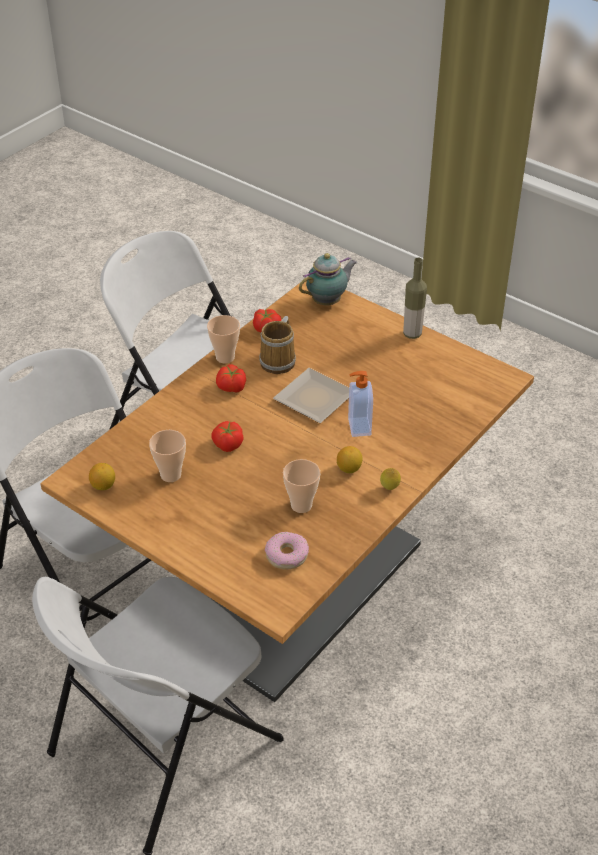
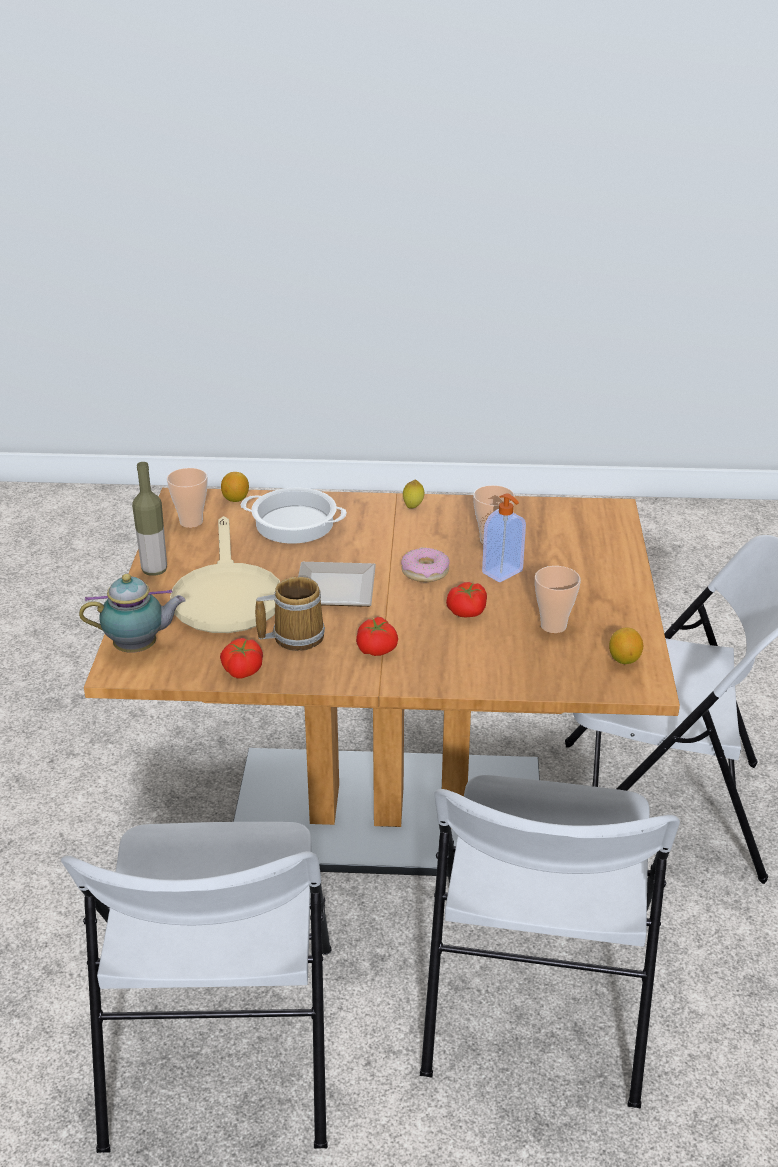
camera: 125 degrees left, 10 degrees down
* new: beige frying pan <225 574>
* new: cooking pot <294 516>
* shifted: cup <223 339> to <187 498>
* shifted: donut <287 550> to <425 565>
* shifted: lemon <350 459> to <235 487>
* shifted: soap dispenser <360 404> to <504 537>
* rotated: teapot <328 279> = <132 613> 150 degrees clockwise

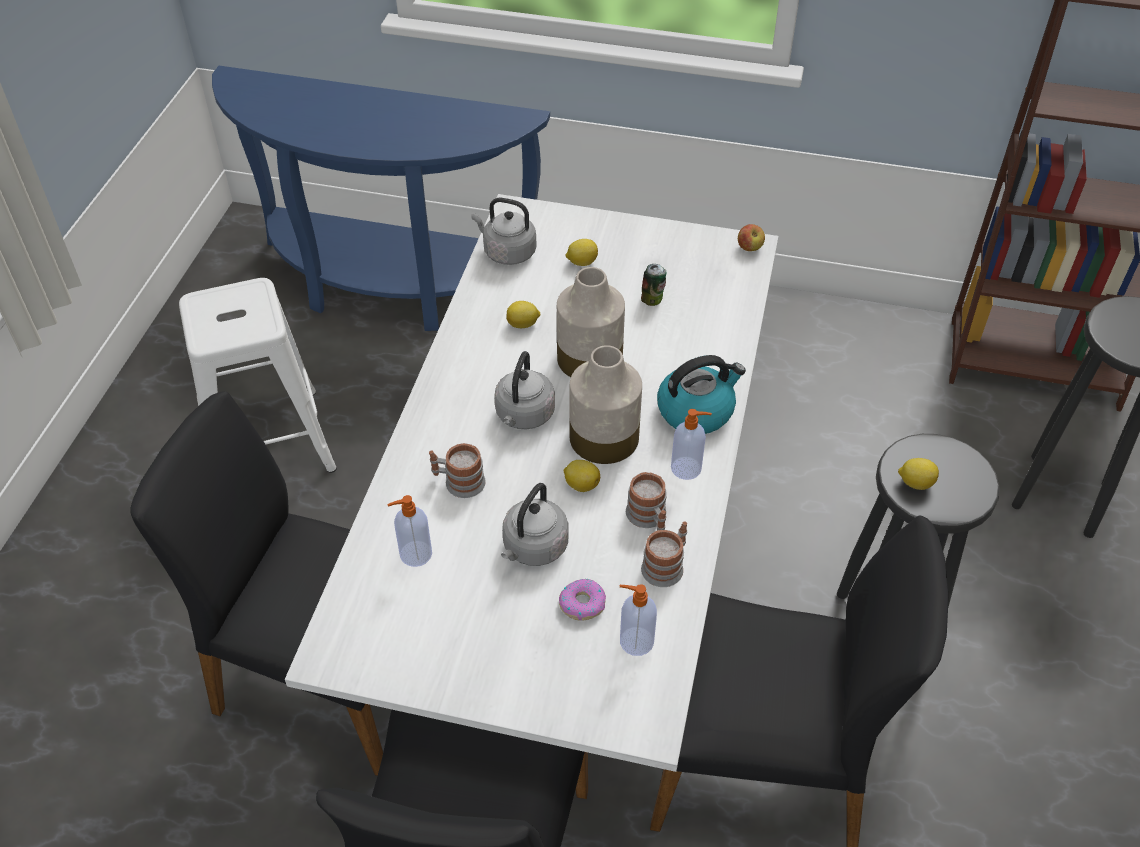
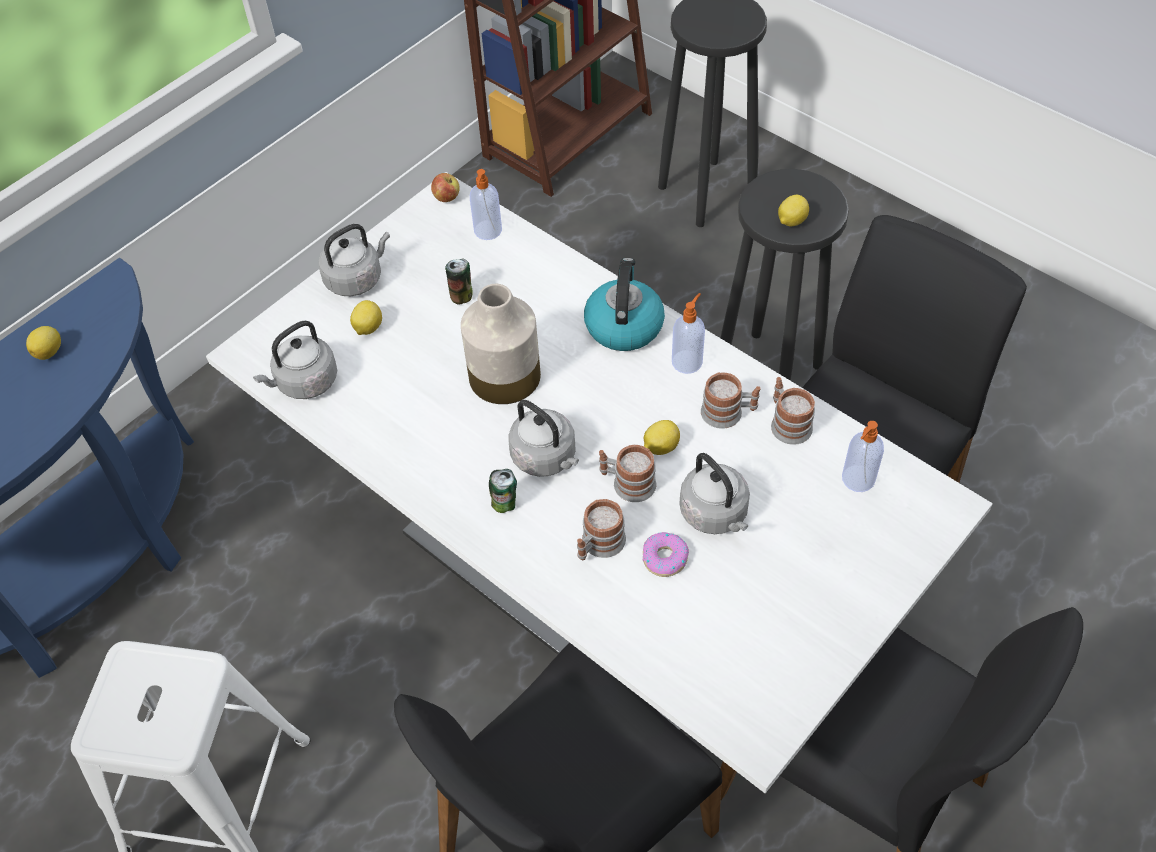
camera: 60 degrees left, 5 degrees up
* gone: beige vase <606 404>
* new: grey kettle <354 260>
* new: can <503 491>
* new: mug <627 473>
* shifted: soap dispenser <409 531> to <486 204>
* shifted: lemon <523 314> to <43 343>
* shifted: donut <582 600> to <666 554>

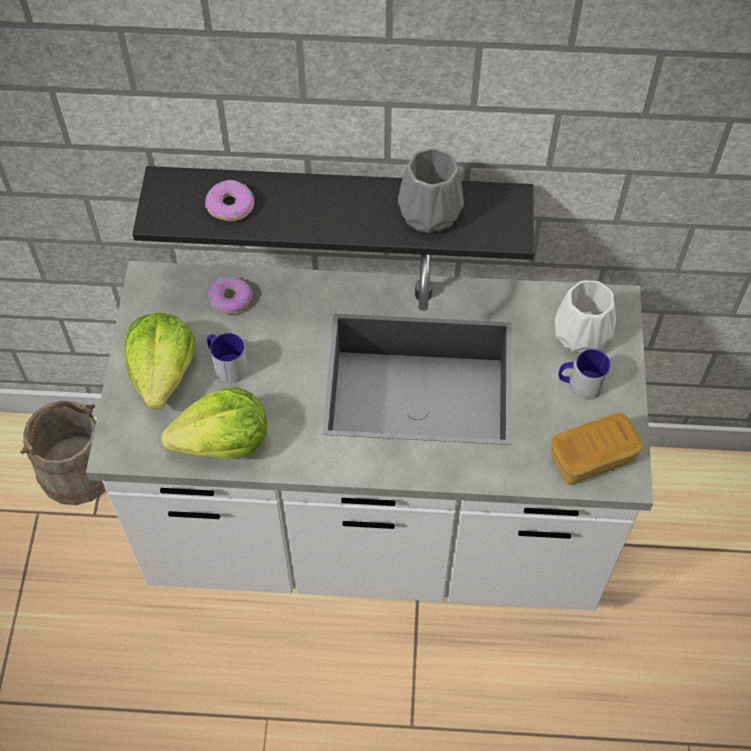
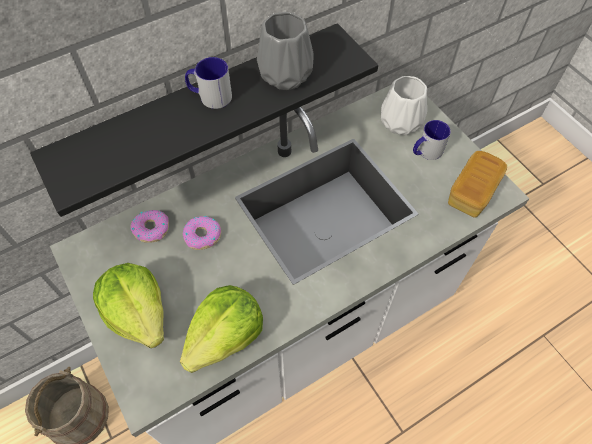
camera: 35 degrees left, 0 degrees up
* shifted: donut <229 200> to <202 233>
* shifted: mug <227 358> to <208 83>

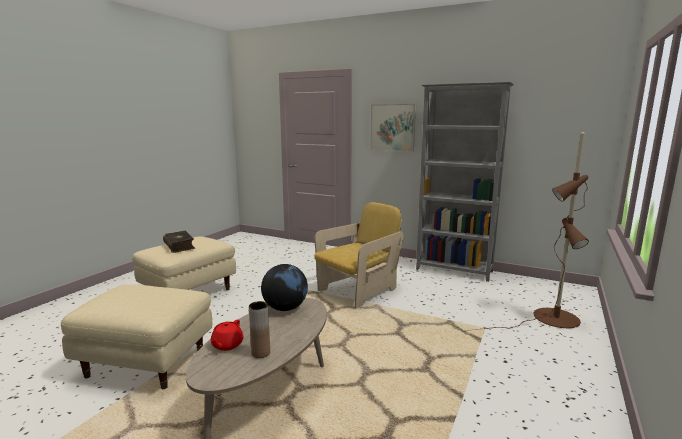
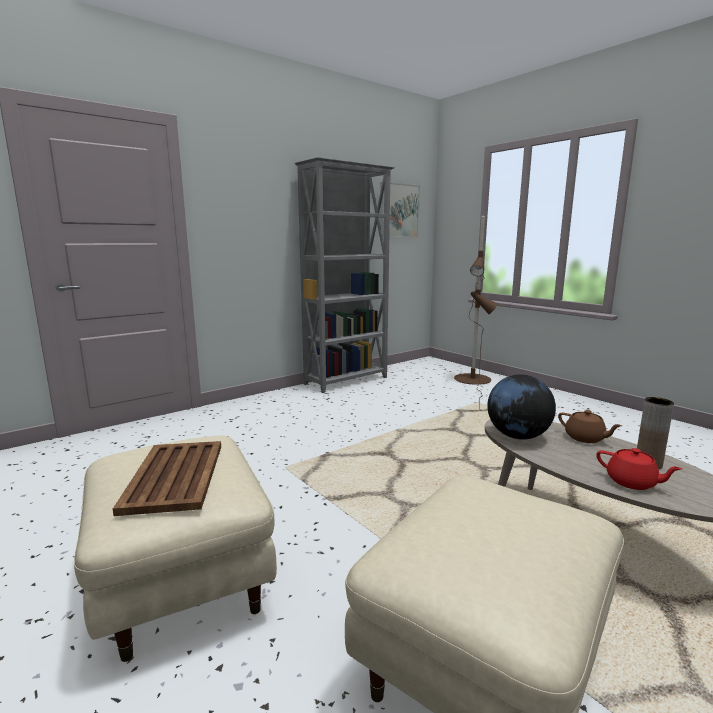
camera: 65 degrees left, 0 degrees up
* gone: yellow armchair <359 255>
* new: brown teapot <590 426>
* shifted: picture <393 128> to <400 209>
* swapped: book <179 242> to brown tray <167 478>

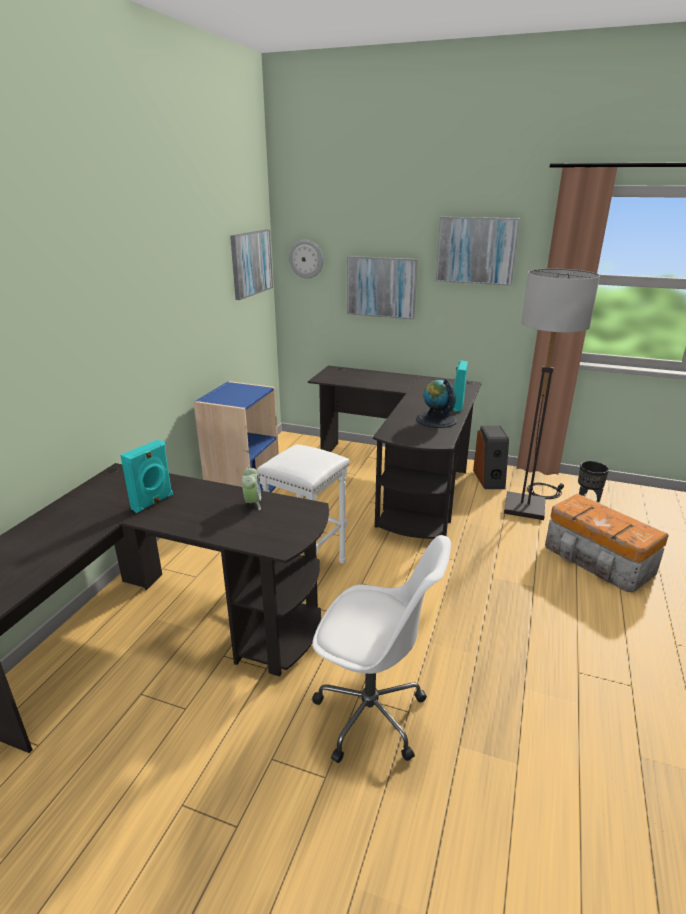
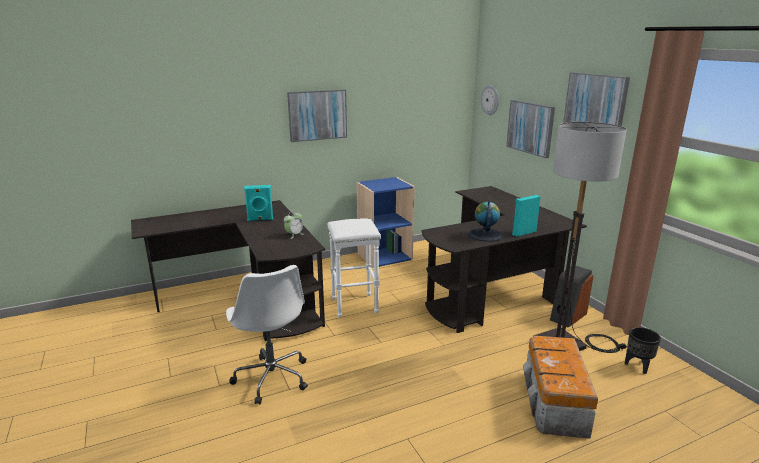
camera: 45 degrees right, 5 degrees down
* shifted: picture <251 264> to <317 116>

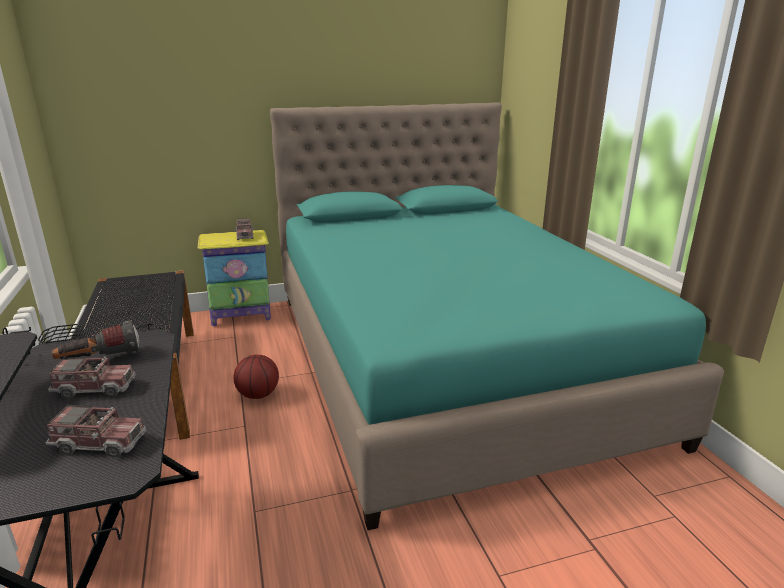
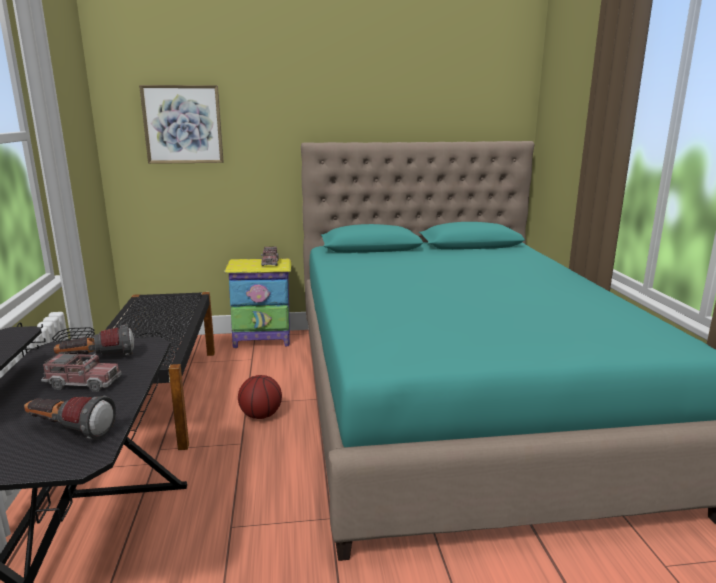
camera: 10 degrees right, 5 degrees down
* new: picture <181 124>
* swapped: toy truck <96 431> to flashlight <70 417>

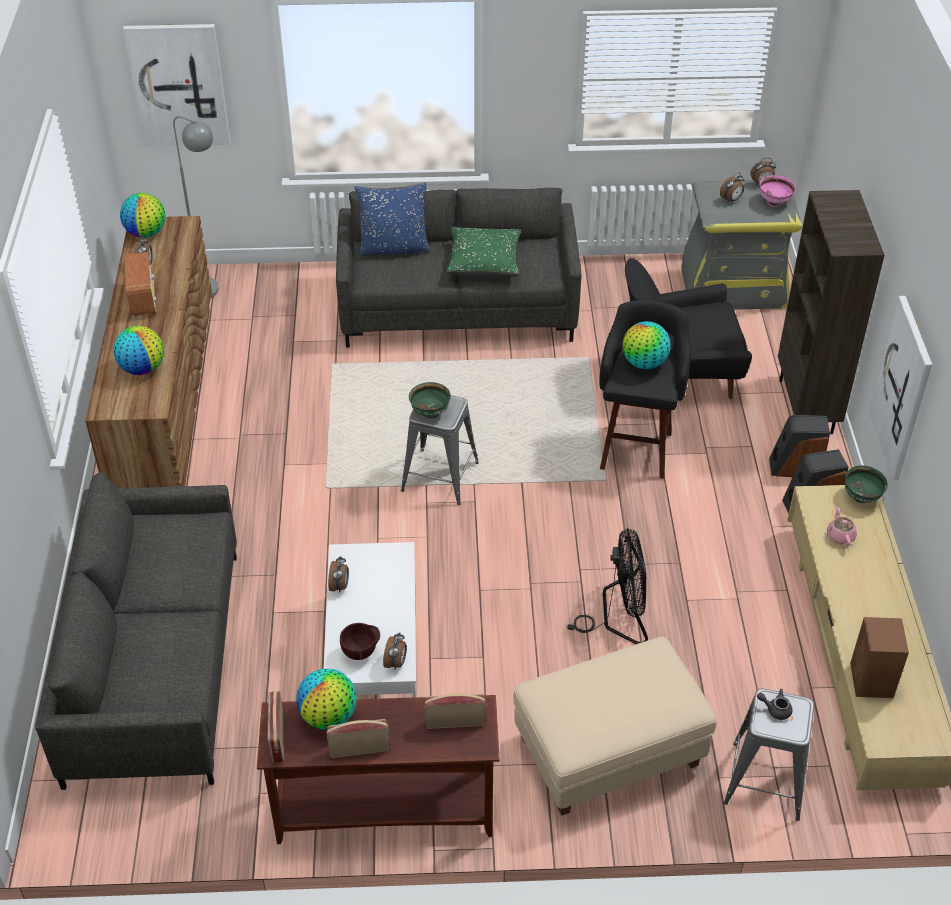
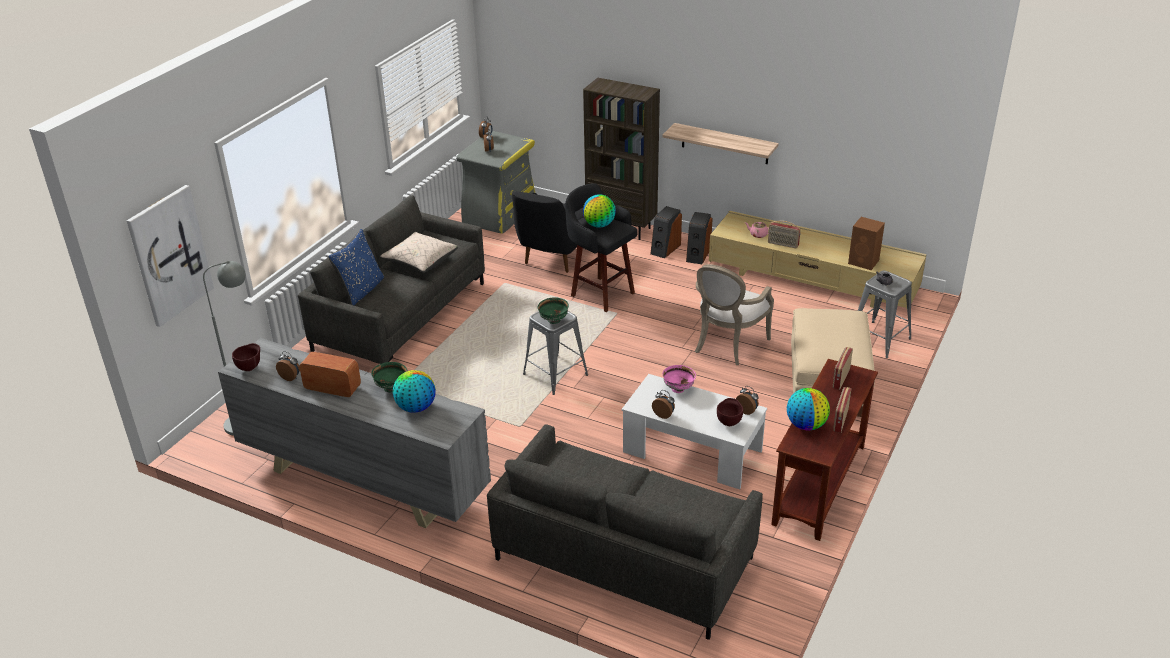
camera: 60 degrees left, 10 degrees down
* shifted: radio <276 726> to <784 234>
* shifted: pink bowl <777 191> to <679 379>
* shifted: green bowl <866 484> to <389 377>
* swapped: globe <142 215> to brown bowl <246 357>
* swapped: black fan <607 586> to armchair <734 314>
* swapped: picture <900 388> to shelf <720 143>
* repainted: brown cabinet <148 352> to grey cabinet <354 433>
* repainted: green pillow <484 252> to beige pillow <419 252>

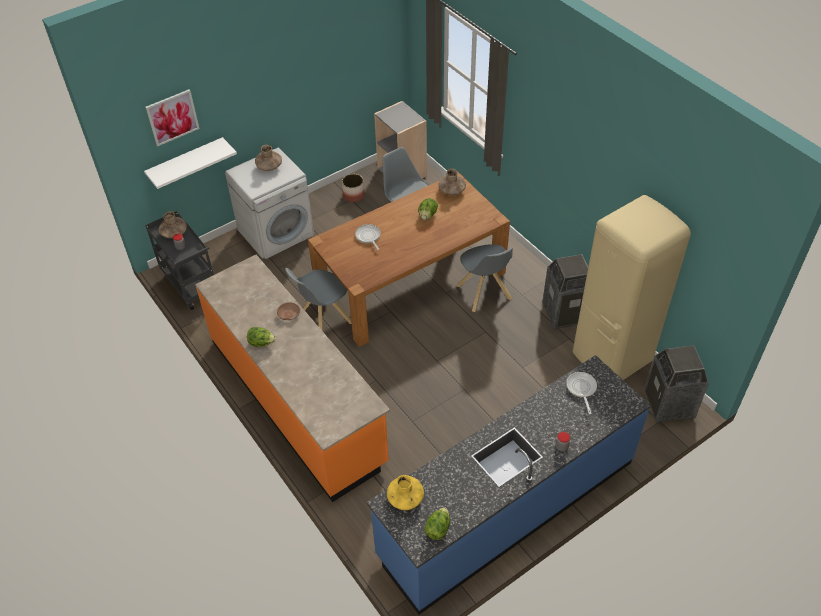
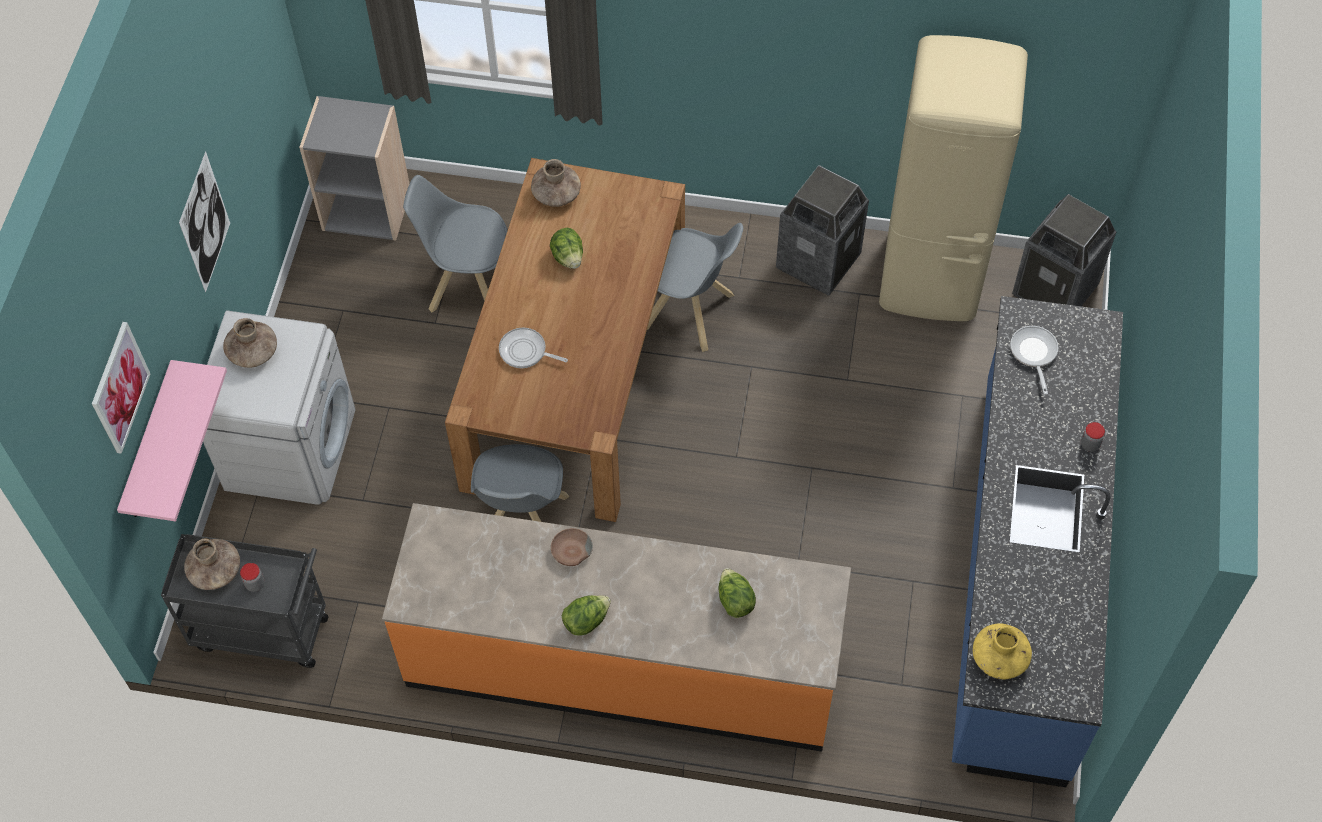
camera: 45 degrees left, 10 degrees up
* gone: planter <353 188>
* new: picture <204 221>
* shifted: lettuce <437 523> to <737 593>
* repainted: white shelf <190 163> to pink shelf <172 440>
* rotated: frying pan <581 393> = <1034 360> 45 degrees clockwise

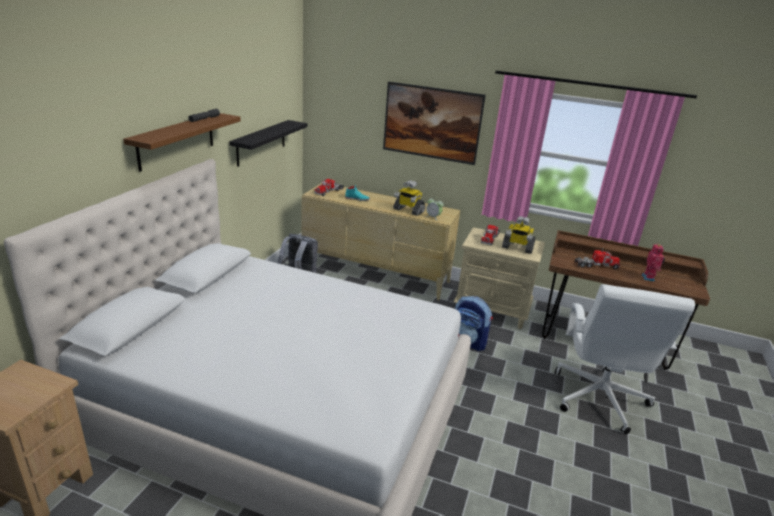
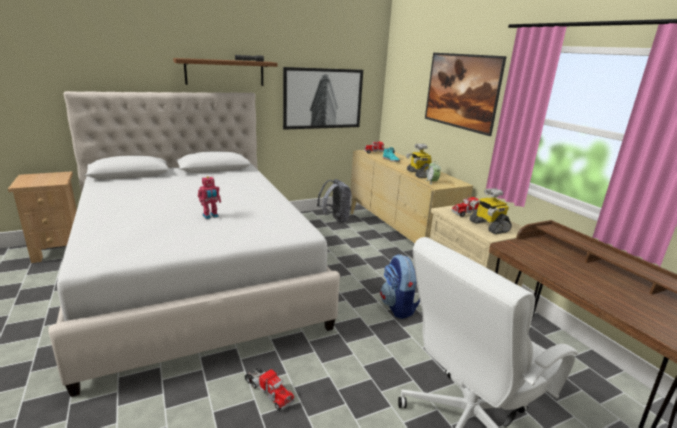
camera: 45 degrees right, 5 degrees down
* shifted: toy truck <597 258> to <270 389>
* shifted: toy robot <653 262> to <209 197>
* swapped: black shelf <268 143> to picture <323 98>

